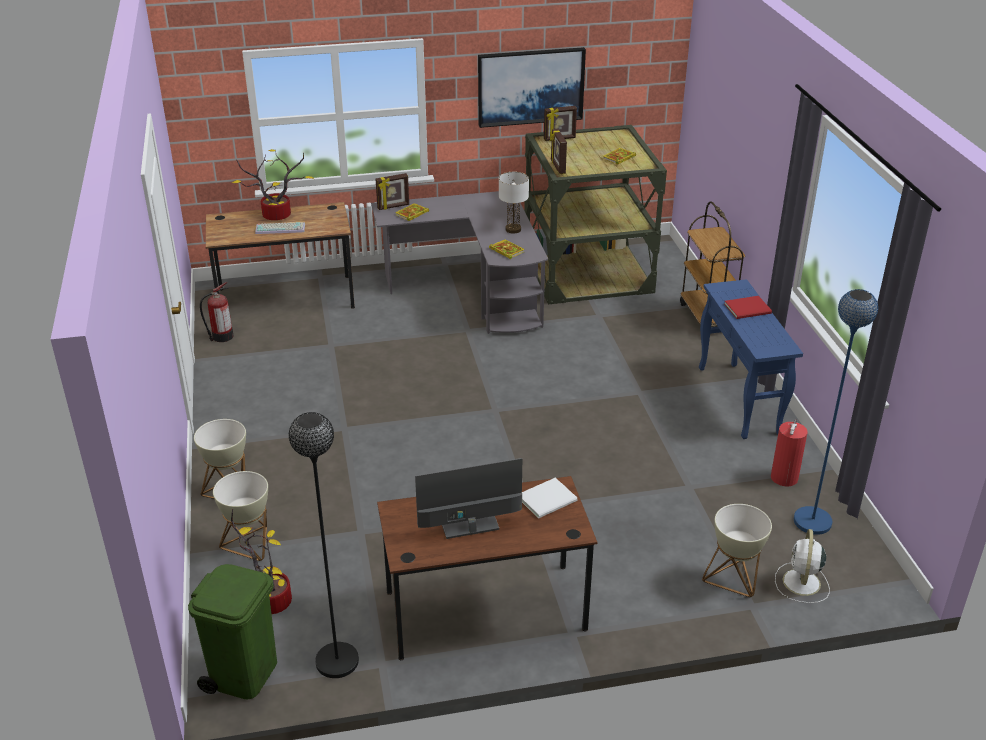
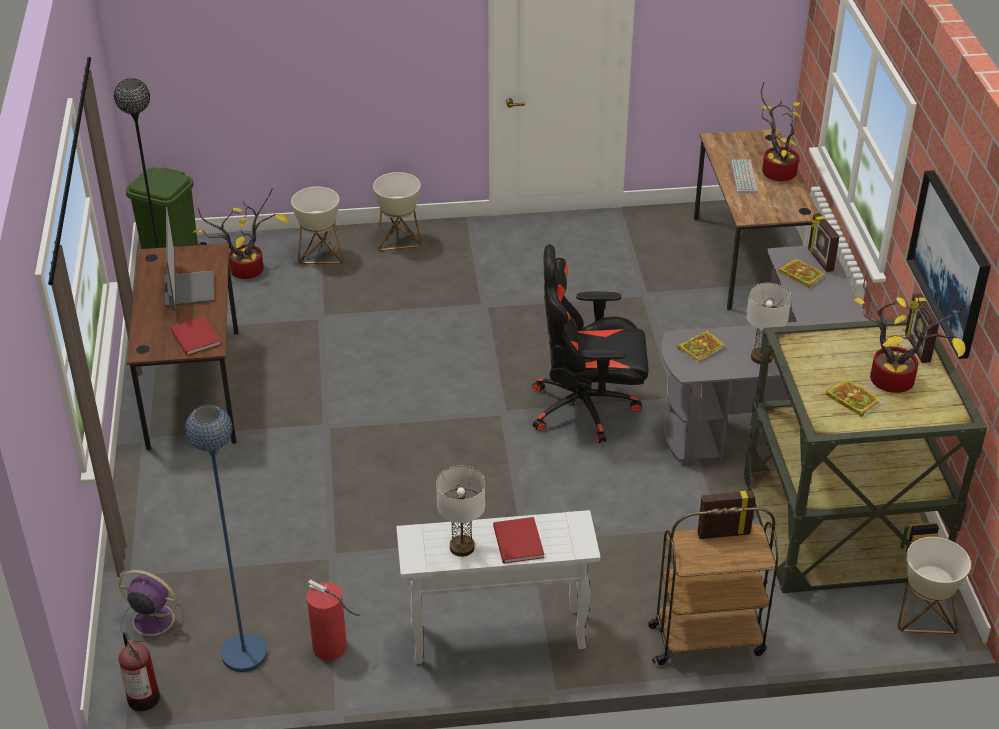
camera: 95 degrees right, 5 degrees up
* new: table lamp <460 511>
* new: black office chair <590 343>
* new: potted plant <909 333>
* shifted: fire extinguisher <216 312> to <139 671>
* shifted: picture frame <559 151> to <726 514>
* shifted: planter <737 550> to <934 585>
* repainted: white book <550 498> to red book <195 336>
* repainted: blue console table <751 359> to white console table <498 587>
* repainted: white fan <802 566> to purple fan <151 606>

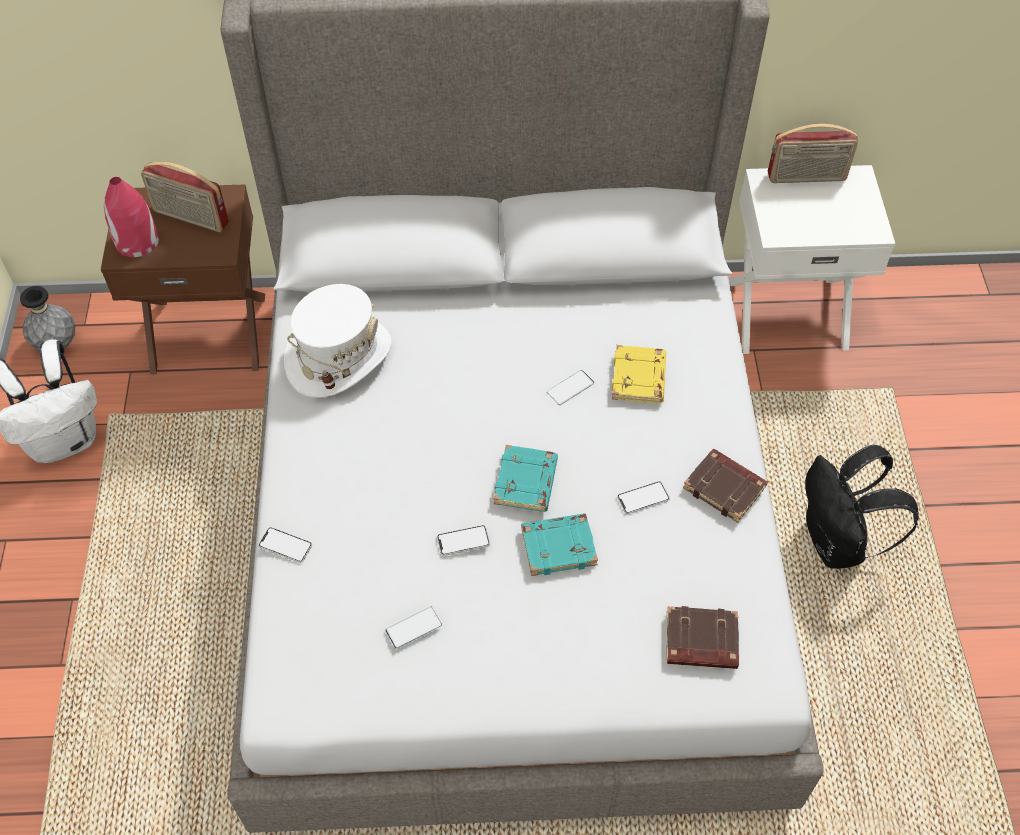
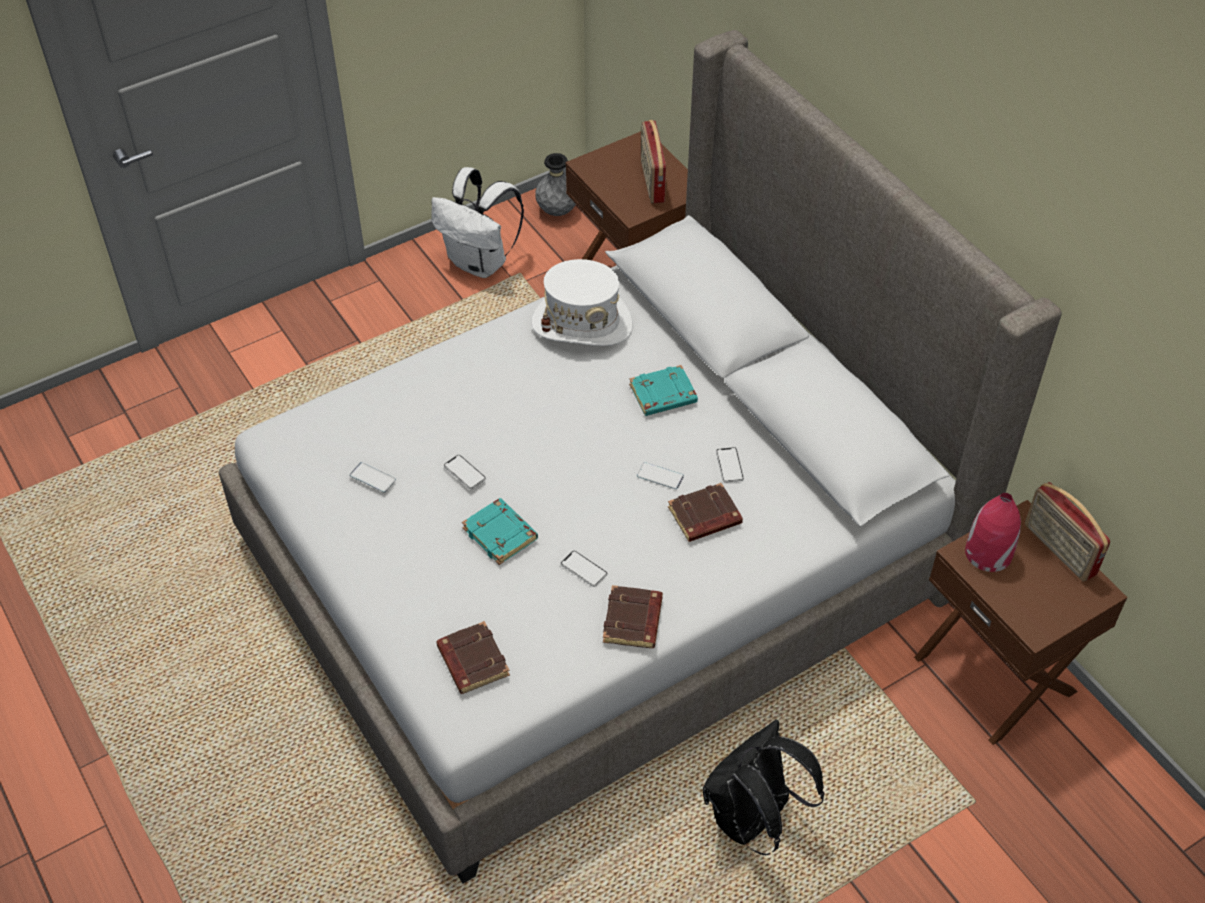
camera: 60 degrees right, 5 degrees down
* shifted: red vase <131 217> to <993 532>
* shifted: phone <285 545> to <730 465>
* shifted: turquoise book <526 478> to <663 390>
* repainted: yellow book <638 374> to brown book <705 512>
* repainted: white nightstand <812 259> to brown nightstand <1021 622>

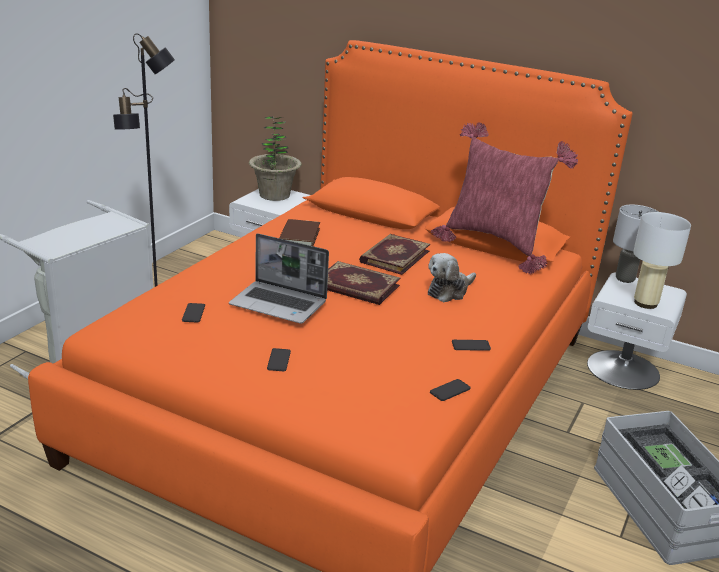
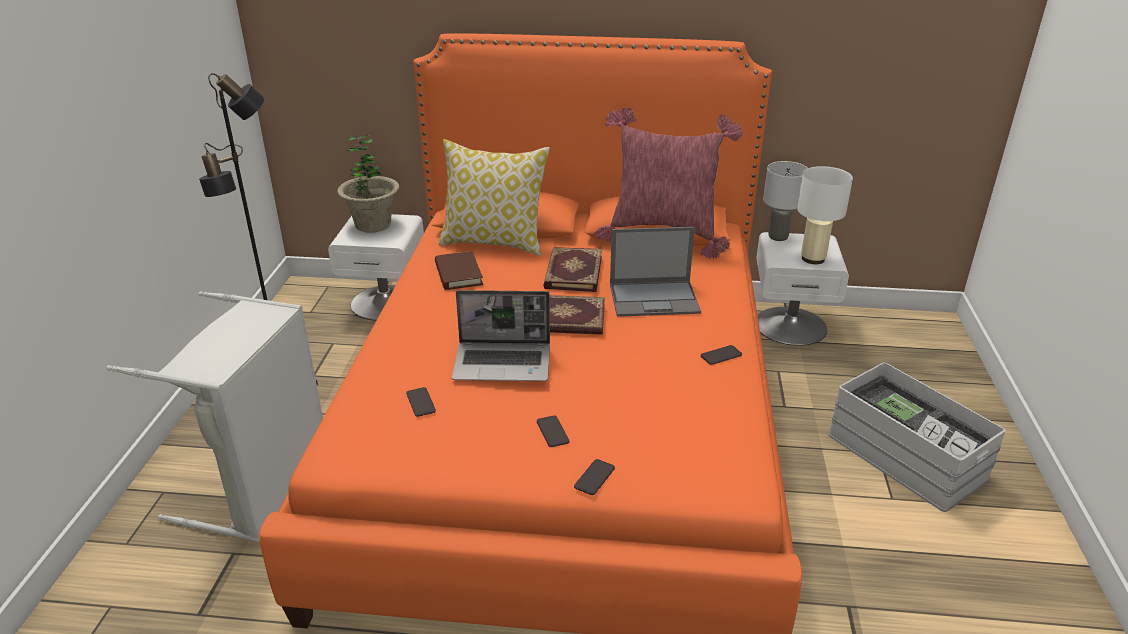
camera: 20 degrees left, 5 degrees up
* new: pillow <494 197>
* shifted: phone <450 390> to <594 477>
* swapped: plush toy <452 277> to laptop <655 272>

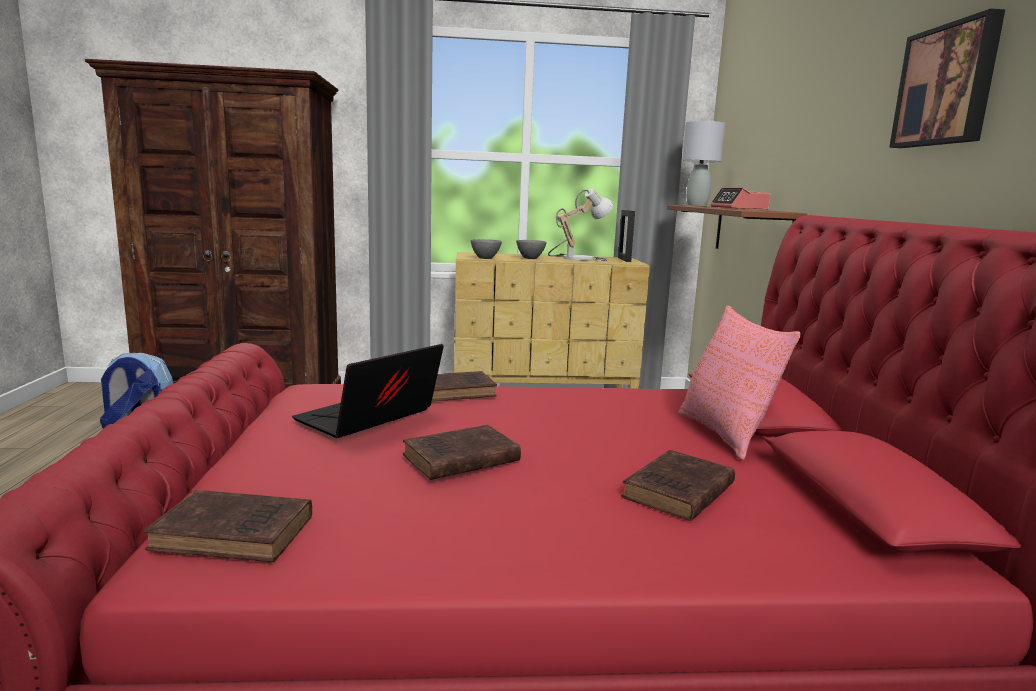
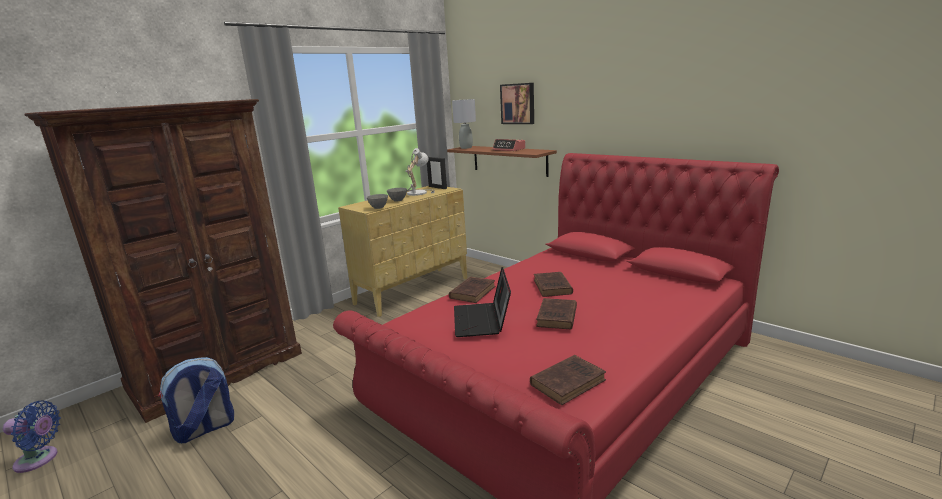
camera: 40 degrees left, 5 degrees up
* gone: pink pillow <740 382>
* new: blue fan <32 437>
* shifted: brown book <678 485> to <553 284>
* shifted: picture <947 78> to <517 103>

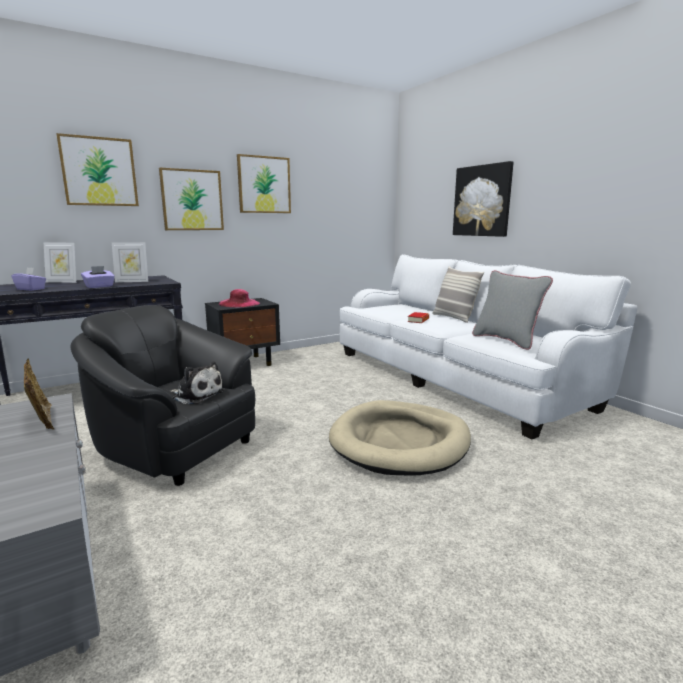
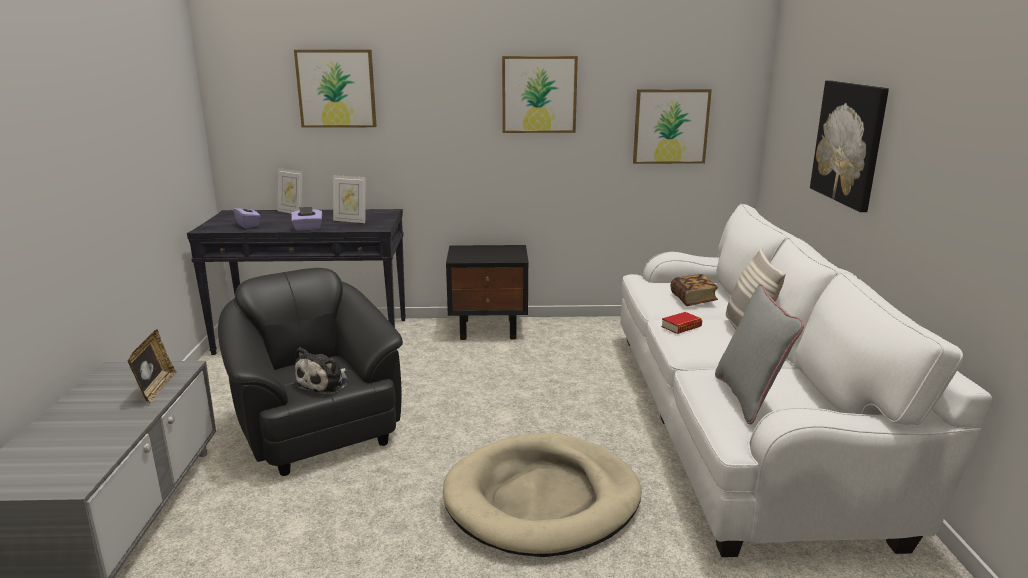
camera: 30 degrees right, 5 degrees up
* gone: pink hat <239 298>
* new: book <694 290>
* shifted: picture <191 198> to <672 126>
* rotated: plush toy <197 383> = <321 371> 60 degrees clockwise

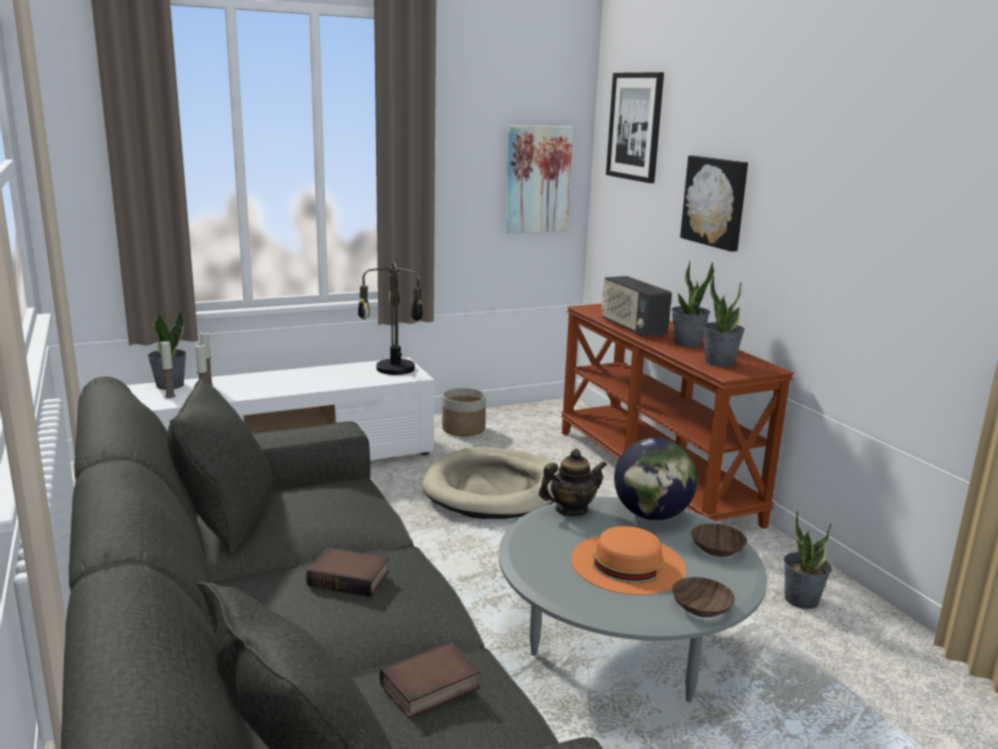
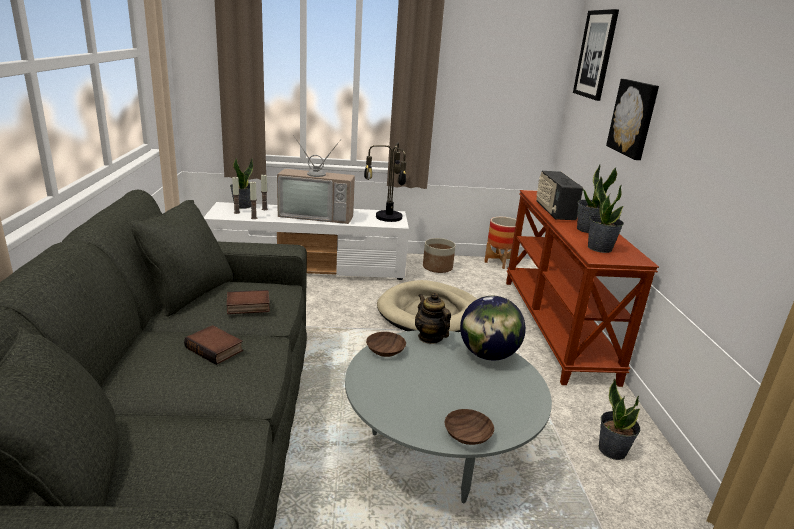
camera: 20 degrees right, 5 degrees up
* gone: picture <539 179>
* gone: orange hat <628 560>
* new: television <316 179>
* new: planter <500 243>
* shifted: book <430 680> to <248 302>
* shifted: brown bowl <719 540> to <386 344>
* rotated: teapot <573 482> = <433 318> 120 degrees counterclockwise

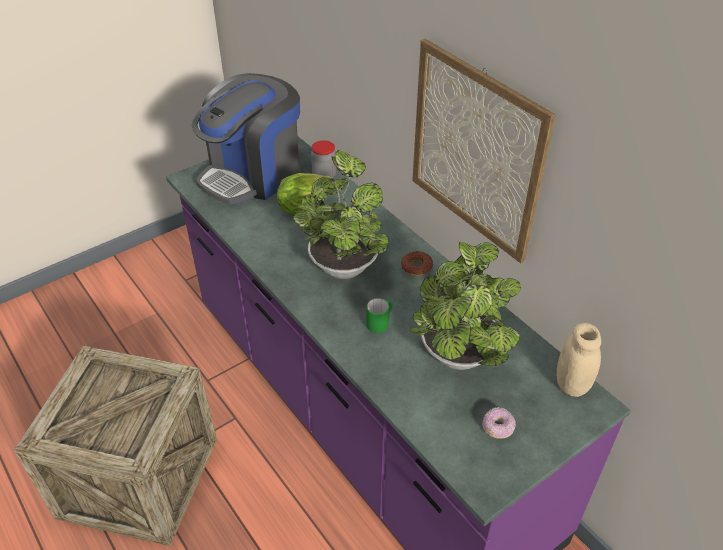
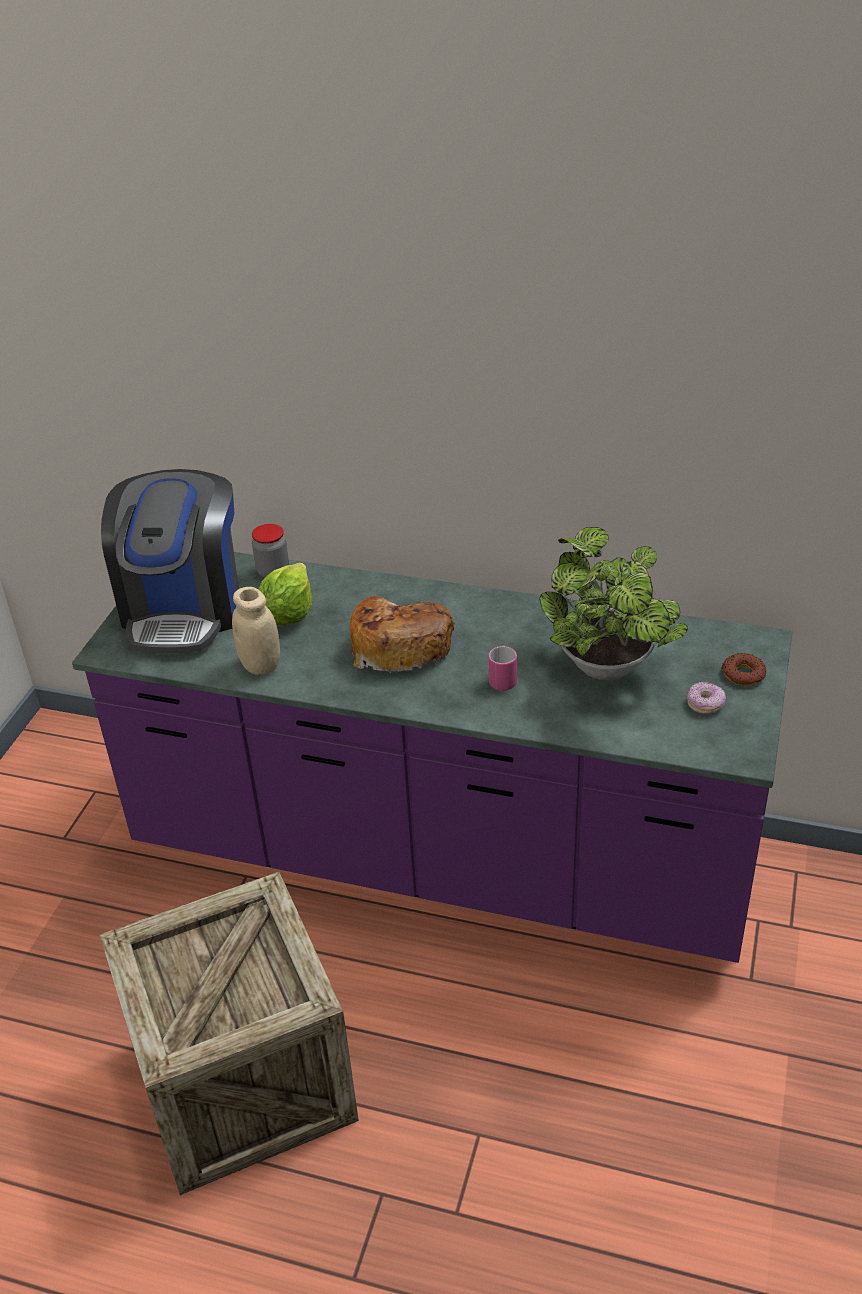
camera: 35 degrees left, 5 degrees down
* gone: picture <484 151>
* shifted: donut <417 263> to <743 669>
* shifted: beige jar <579 360> to <256 631>
* swapped: potted plant <341 214> to bread <402 635>
* repainted: green mug <379 315> to pink mug <502 668>

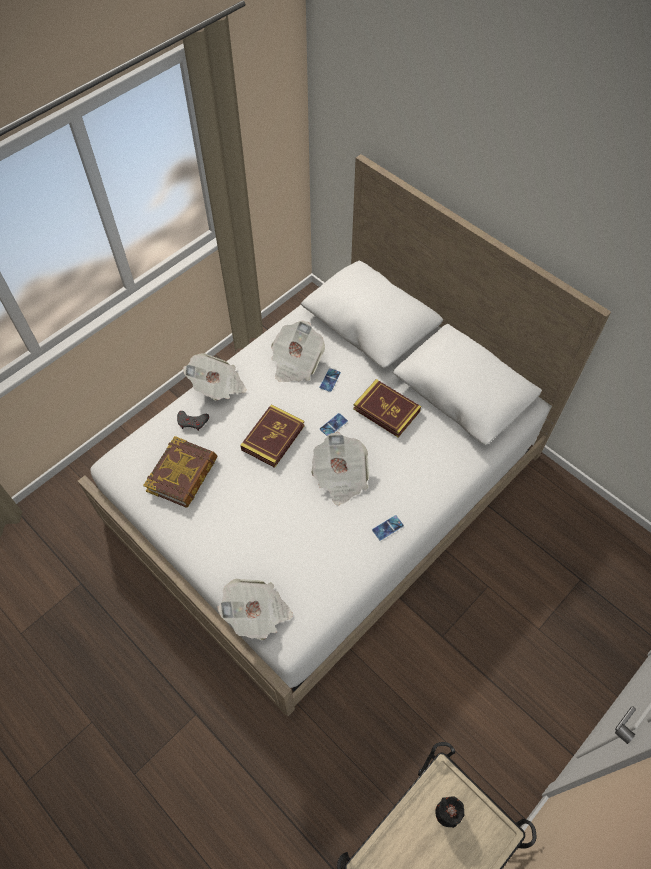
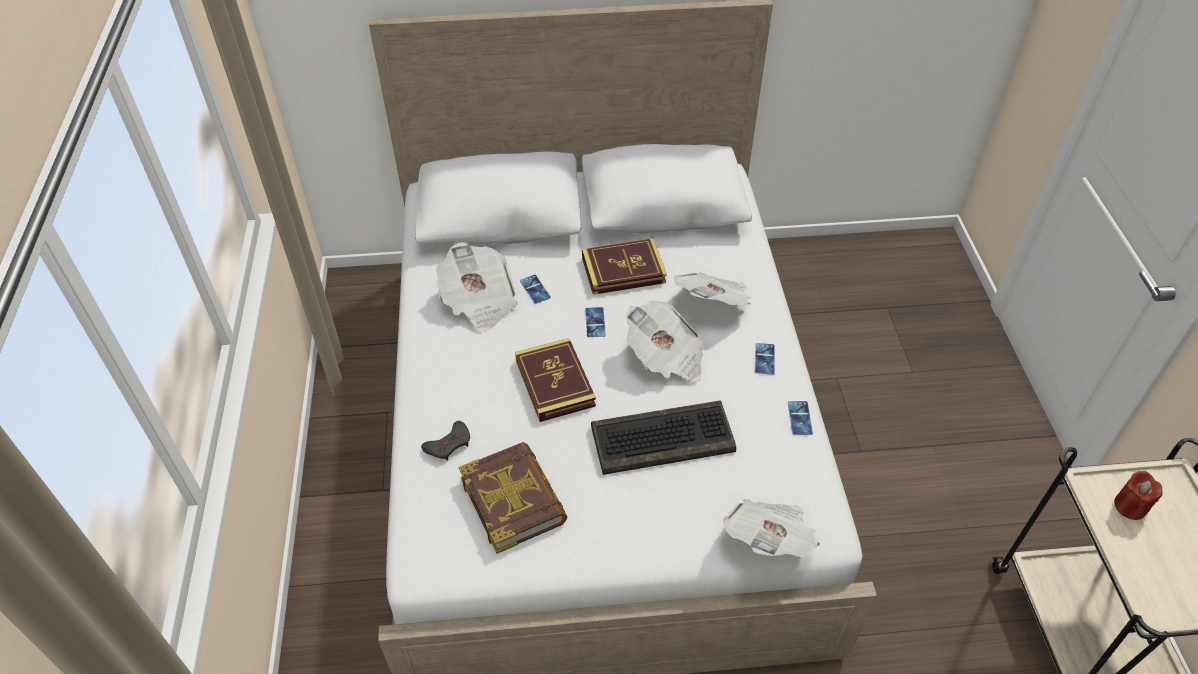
camera: 50 degrees left, 10 degrees down
* new: keyboard <663 437>
* new: phone <800 418>
* shifted: newspaper <215 377> to <712 288>
* repainted: black candle <450 812> to red candle <1138 495>

